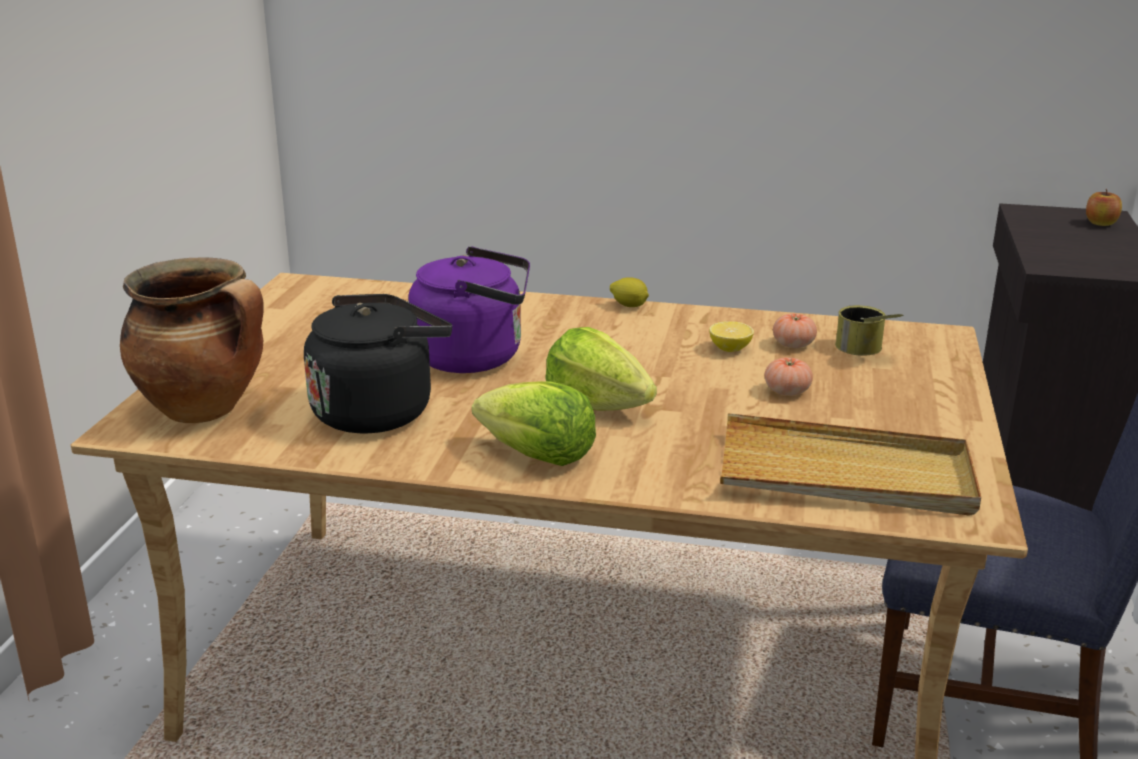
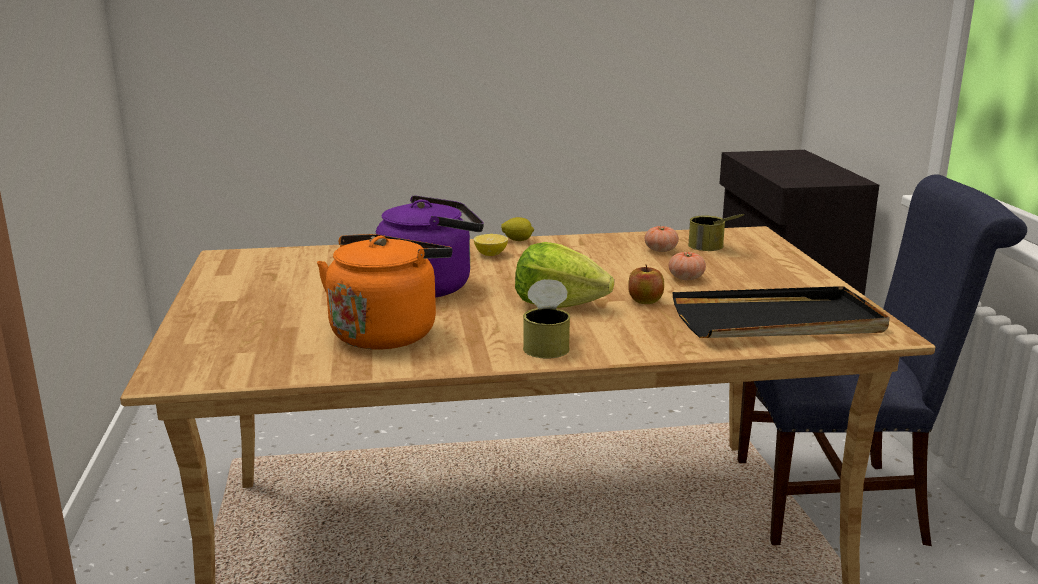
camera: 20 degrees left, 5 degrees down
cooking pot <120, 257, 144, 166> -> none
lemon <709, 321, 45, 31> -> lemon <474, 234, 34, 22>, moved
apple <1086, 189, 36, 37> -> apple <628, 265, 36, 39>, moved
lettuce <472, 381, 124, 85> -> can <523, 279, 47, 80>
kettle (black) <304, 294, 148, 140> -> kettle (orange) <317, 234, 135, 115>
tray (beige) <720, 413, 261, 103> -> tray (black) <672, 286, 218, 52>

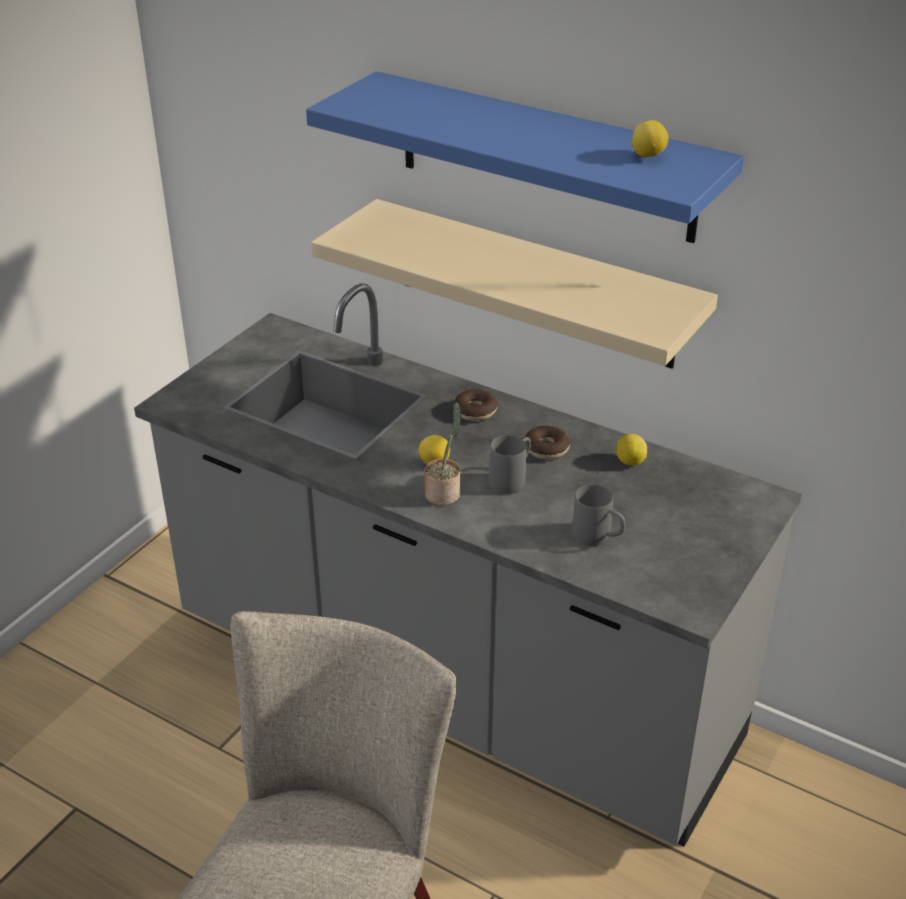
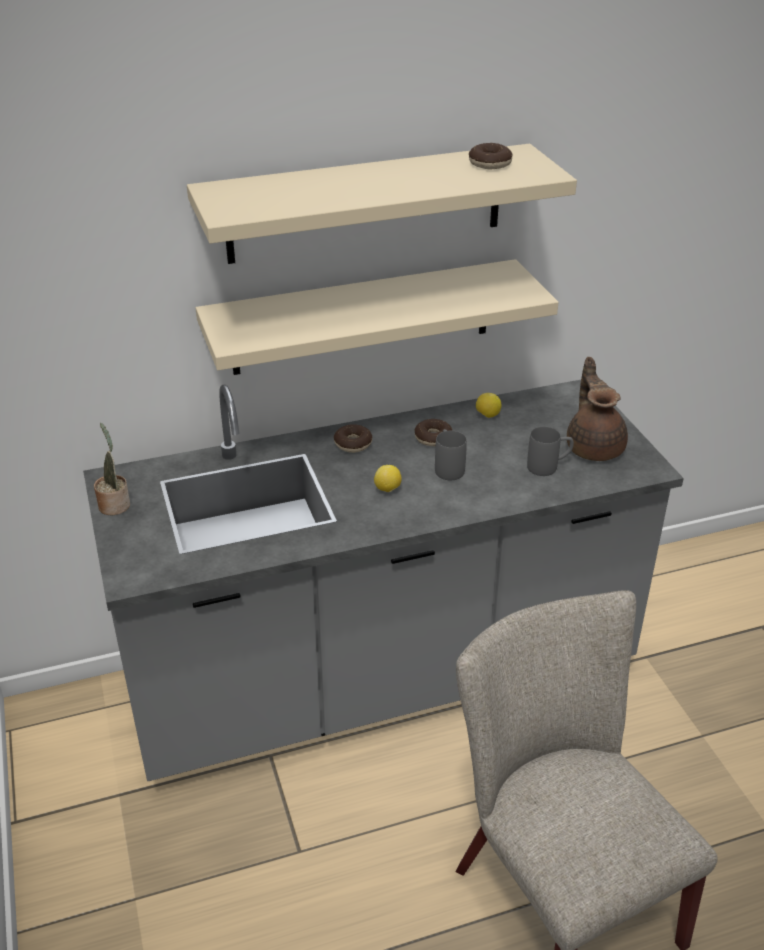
camera: 50 degrees left, 0 degrees up
none -> teapot (brown) <567, 357, 61, 104>
potted plant <424, 402, 37, 104> -> potted plant <94, 423, 36, 92>, moved
lemon <632, 120, 37, 37> -> donut <469, 143, 43, 26>
shelf (blue) <306, 71, 438, 172> -> shelf (beige) <187, 144, 390, 120>

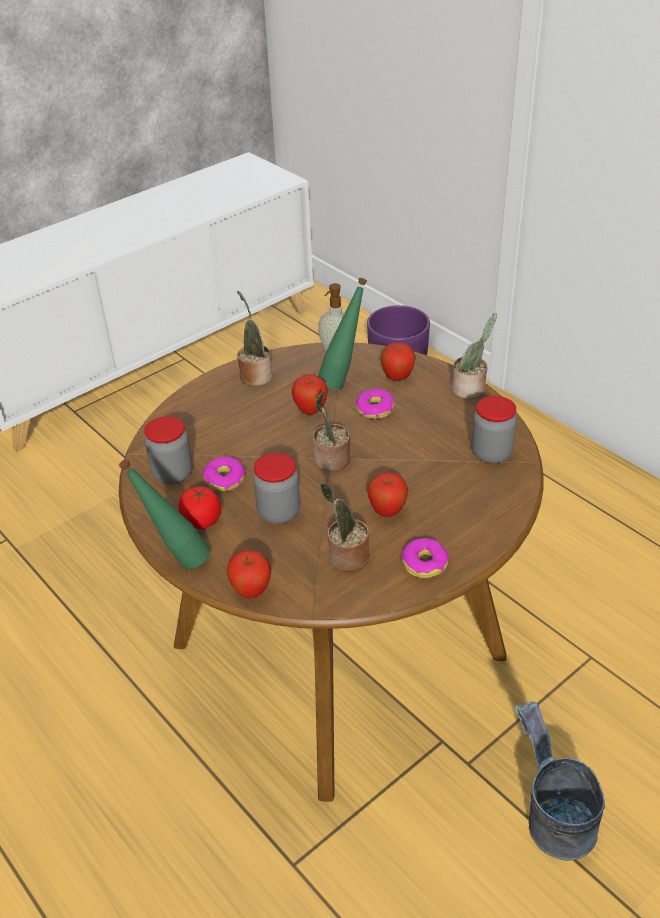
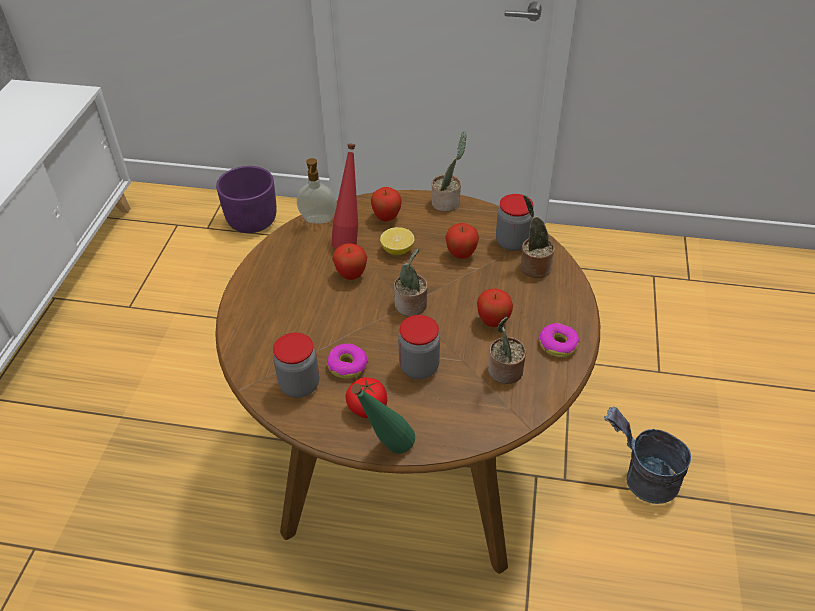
camera: 40 degrees left, 5 degrees up
apple <226, 550, 45, 49> -> apple <445, 223, 34, 36>, moved
potted plant <237, 291, 35, 95> -> potted plant <521, 195, 33, 83>, moved
donut <356, 389, 38, 30> -> lemon <380, 227, 34, 28>
bottle (green) <318, 278, 49, 112> -> bottle (red) <332, 144, 26, 105>

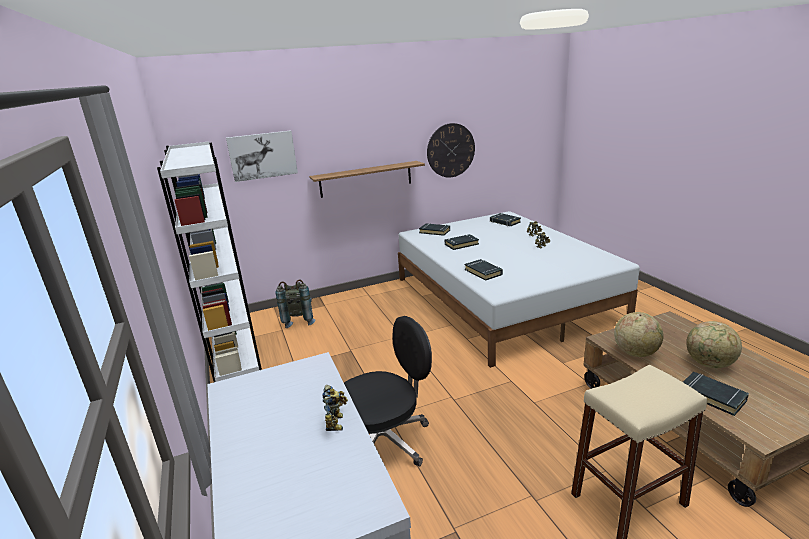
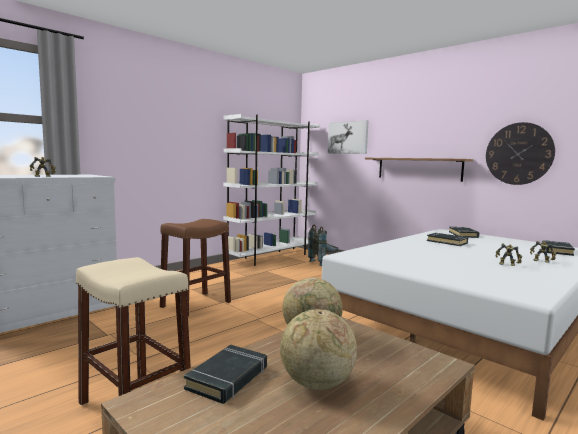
camera: 65 degrees right, 15 degrees down
book (black) <465, 259, 38, 22> -> none
office chair (black) <344, 316, 88, 151> -> stool (brown) <160, 219, 71, 98>

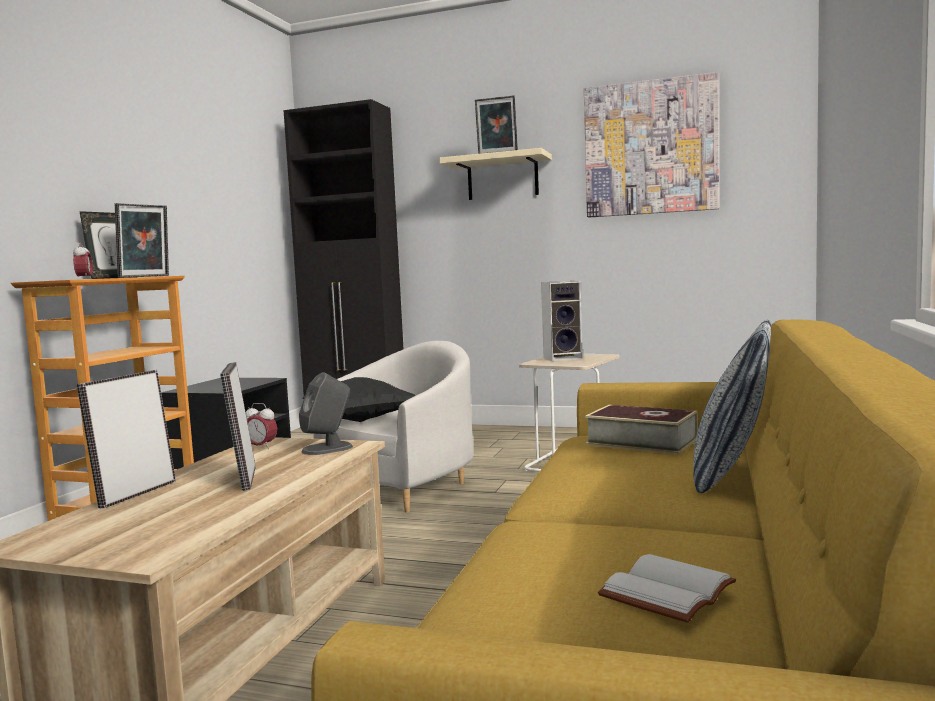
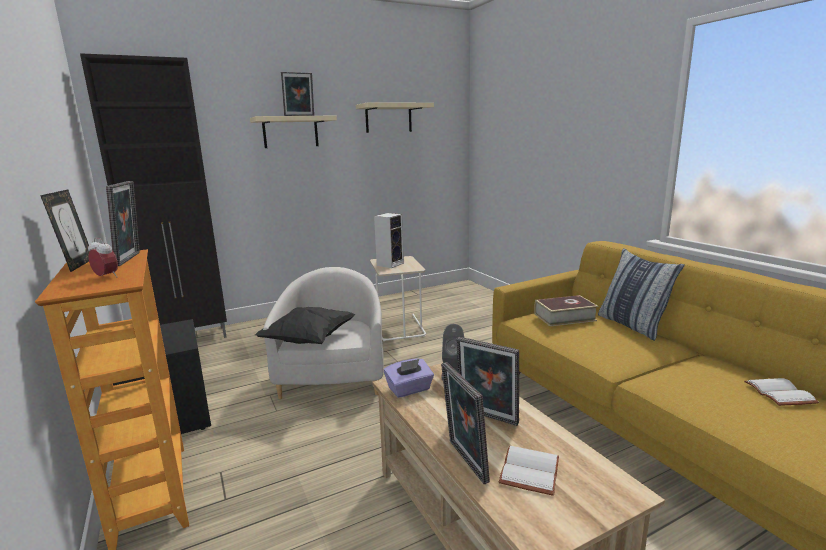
camera: 45 degrees left, 10 degrees up
none -> book (white) <499, 446, 60, 50>
alarm clock <246, 403, 31, 46> -> tissue box (purple) <384, 359, 50, 39>
picture <584, 72, 135, 146> -> shelf (beige) <356, 102, 78, 31>

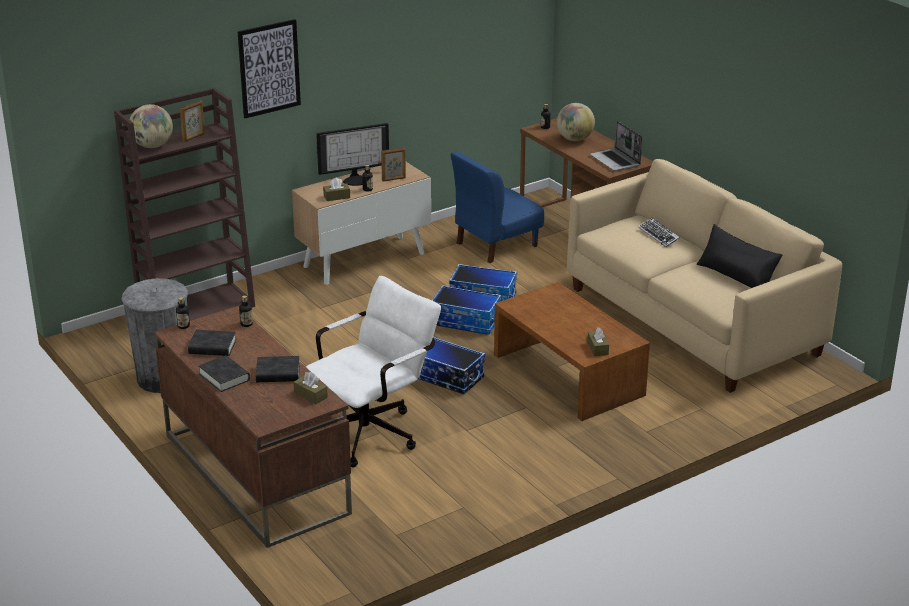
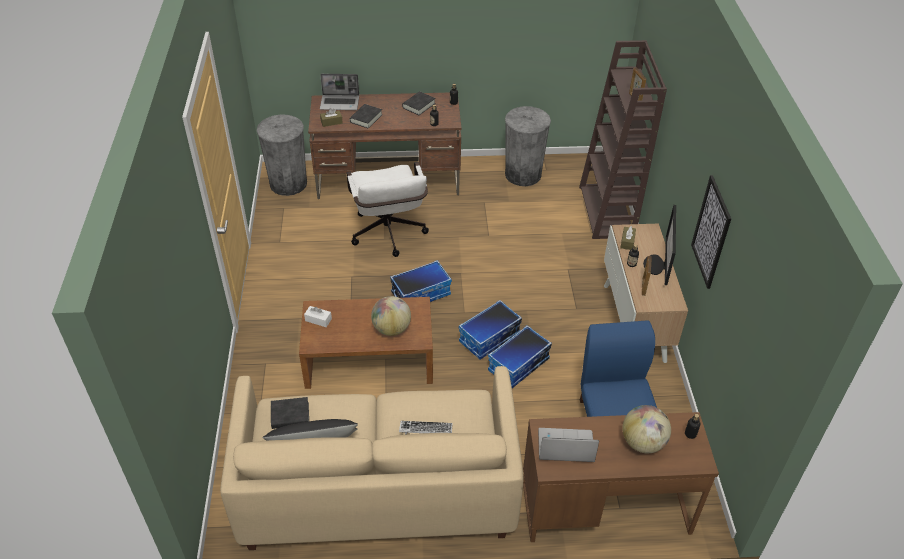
camera: 120 degrees right, 15 degrees up
none -> trash can (grey) <257, 114, 50, 82>
none -> laptop <320, 74, 39, 36>
globe <129, 104, 44, 44> -> globe <371, 296, 40, 40>, moved
book (black) <198, 355, 52, 37> -> book (black) <271, 397, 38, 32>, moved
picture <238, 19, 63, 99> -> picture <691, 175, 40, 114>, moved
tissue box (brown) <587, 327, 22, 29> -> tissue box (white) <304, 306, 28, 21>

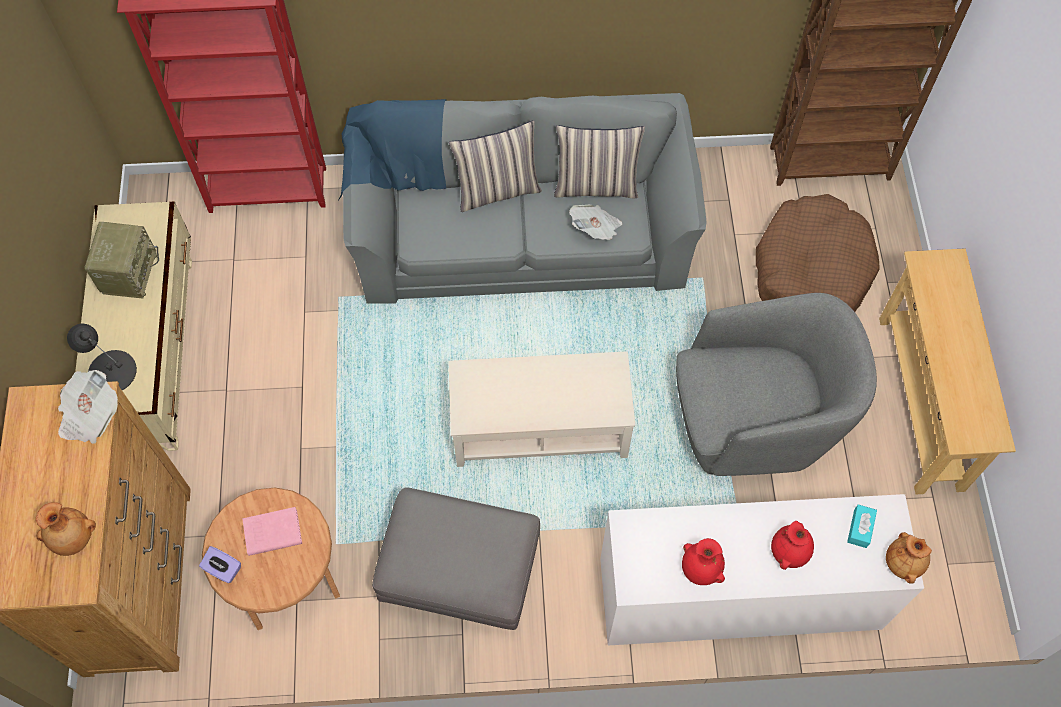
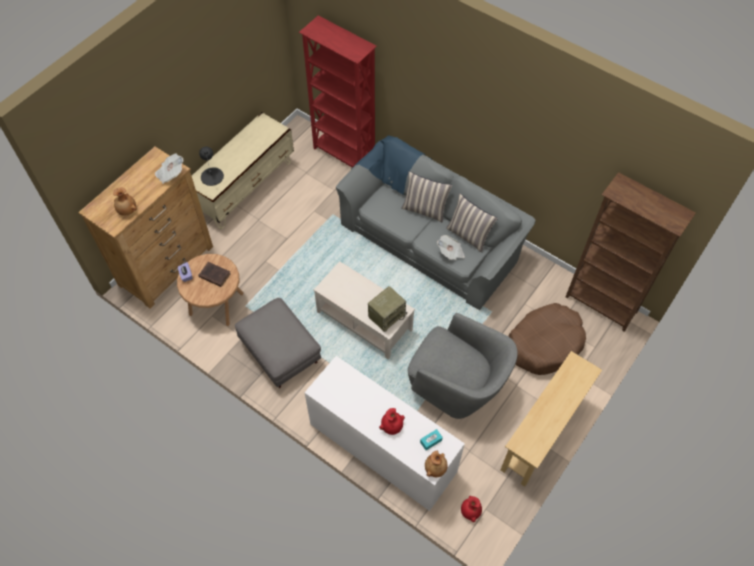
camera: 40 degrees right, 5 degrees down
radio <84, 222, 75, 77> -> radio <368, 286, 39, 46>, moved
vase (red) <682, 538, 43, 47> -> vase (red) <461, 496, 21, 26>, moved
book (pink) <242, 507, 60, 49> -> book (brown) <198, 262, 33, 25>

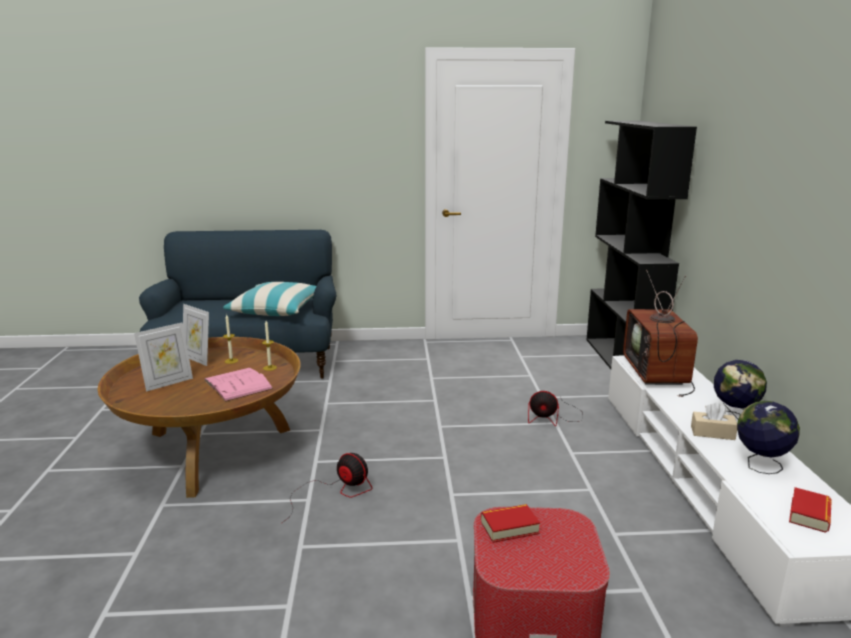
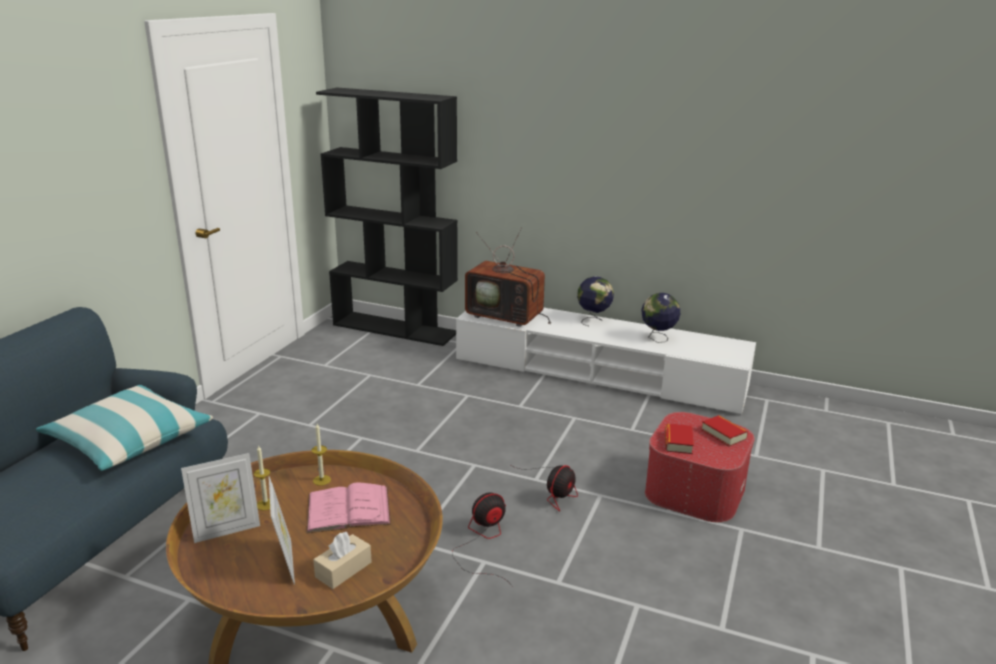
camera: 65 degrees left, 5 degrees up
fan <528, 391, 55, 35> -> fan <510, 465, 68, 47>, moved
tissue box (beige) <691, 402, 46, 38> -> tissue box (beige) <313, 532, 59, 57>, moved
book <789, 487, 43, 45> -> book <701, 415, 47, 32>, moved

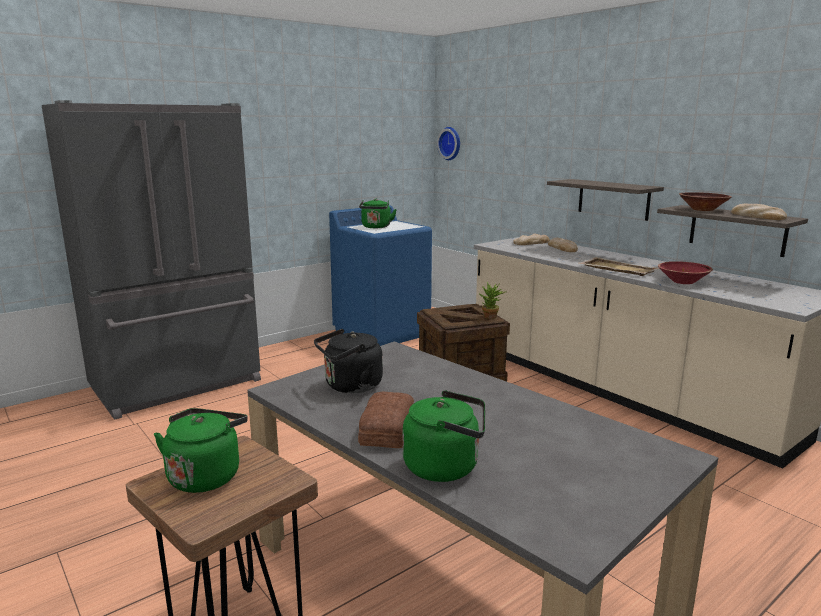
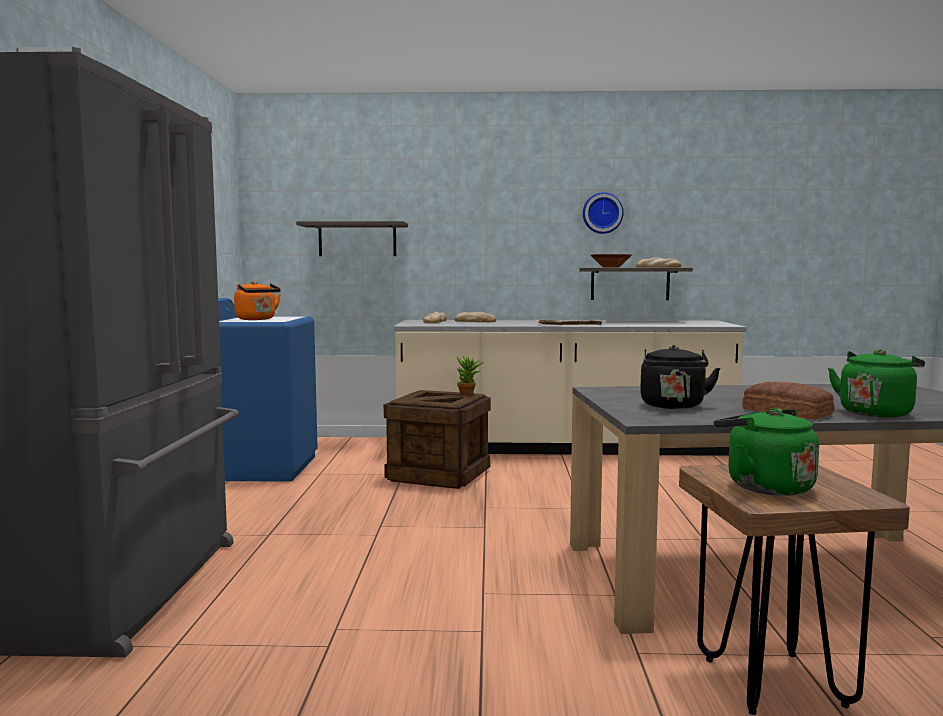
camera: 50 degrees left, 10 degrees down
bowl (red) <658, 261, 55, 23> -> none
wall clock <437, 127, 23, 33> -> wall clock <583, 192, 41, 42>, moved
shelf <547, 179, 117, 42> -> shelf <296, 221, 112, 35>, moved
kettle (green) <359, 199, 38, 29> -> kettle (orange) <234, 281, 47, 39>

